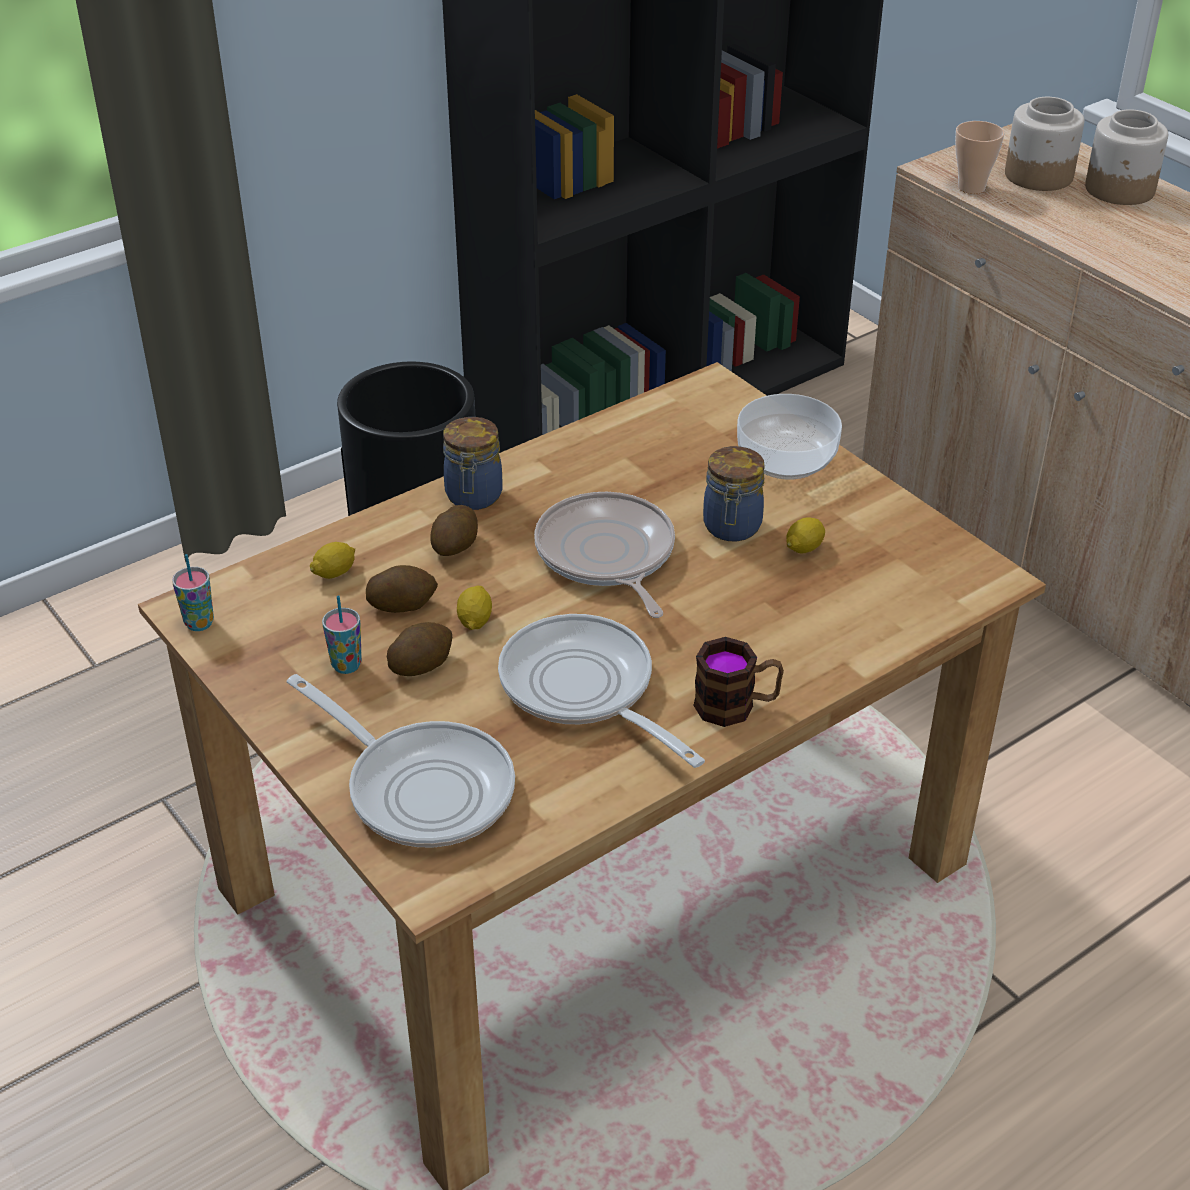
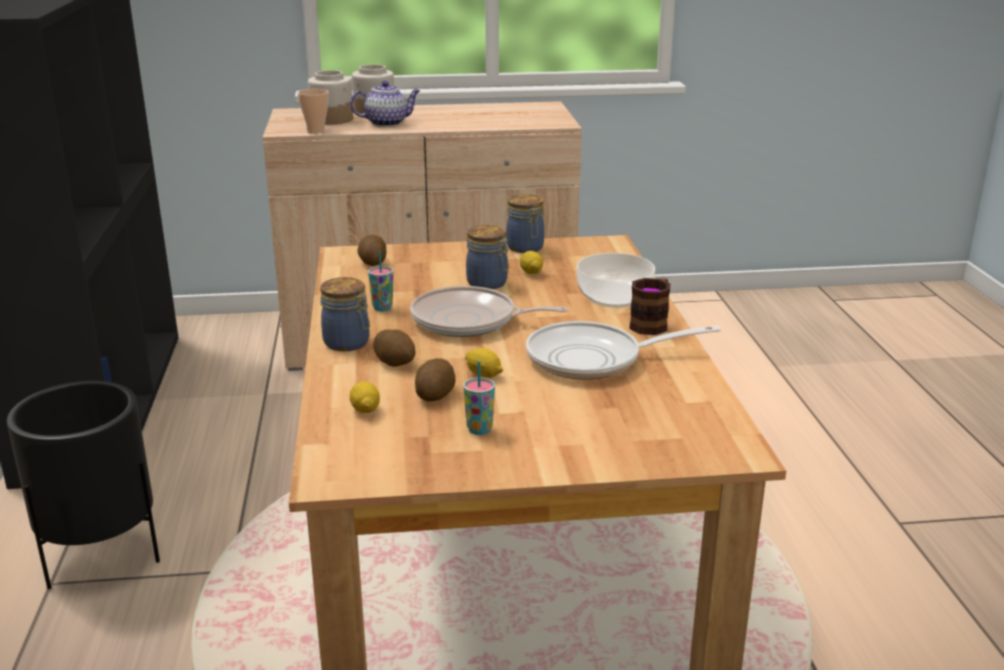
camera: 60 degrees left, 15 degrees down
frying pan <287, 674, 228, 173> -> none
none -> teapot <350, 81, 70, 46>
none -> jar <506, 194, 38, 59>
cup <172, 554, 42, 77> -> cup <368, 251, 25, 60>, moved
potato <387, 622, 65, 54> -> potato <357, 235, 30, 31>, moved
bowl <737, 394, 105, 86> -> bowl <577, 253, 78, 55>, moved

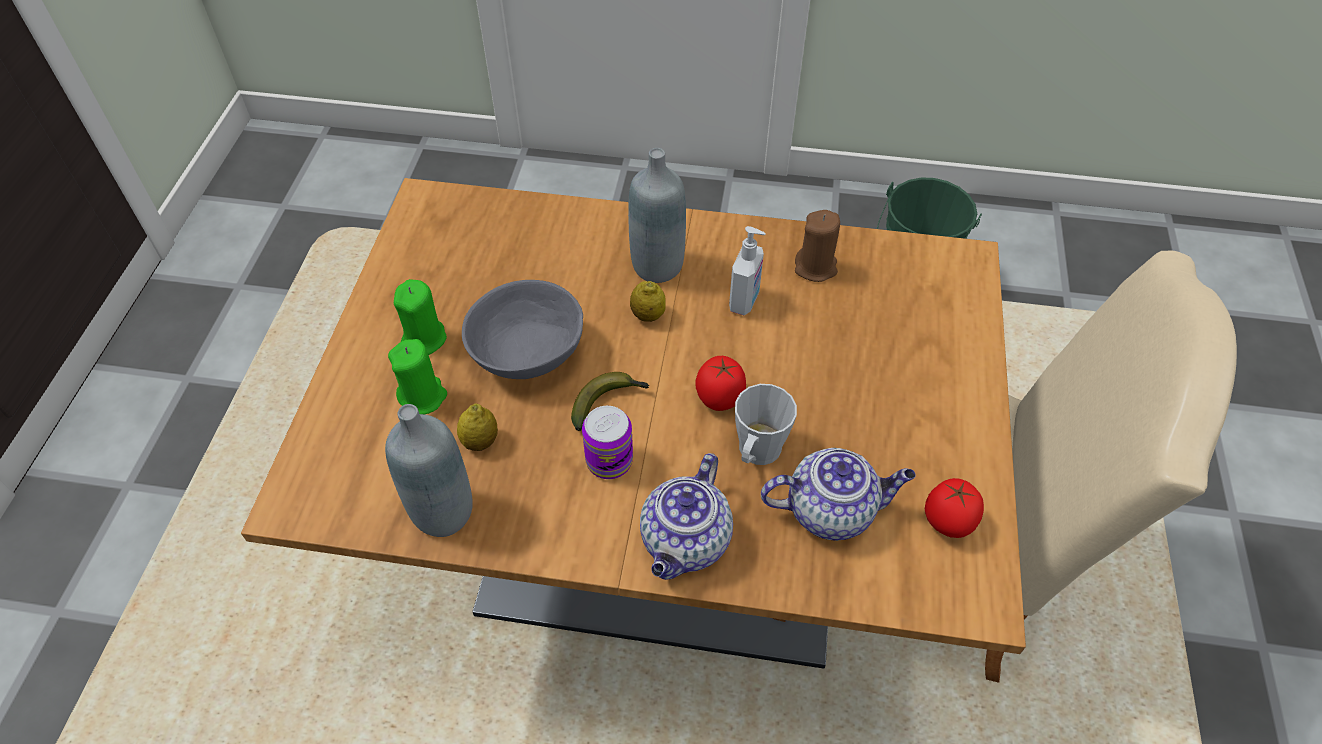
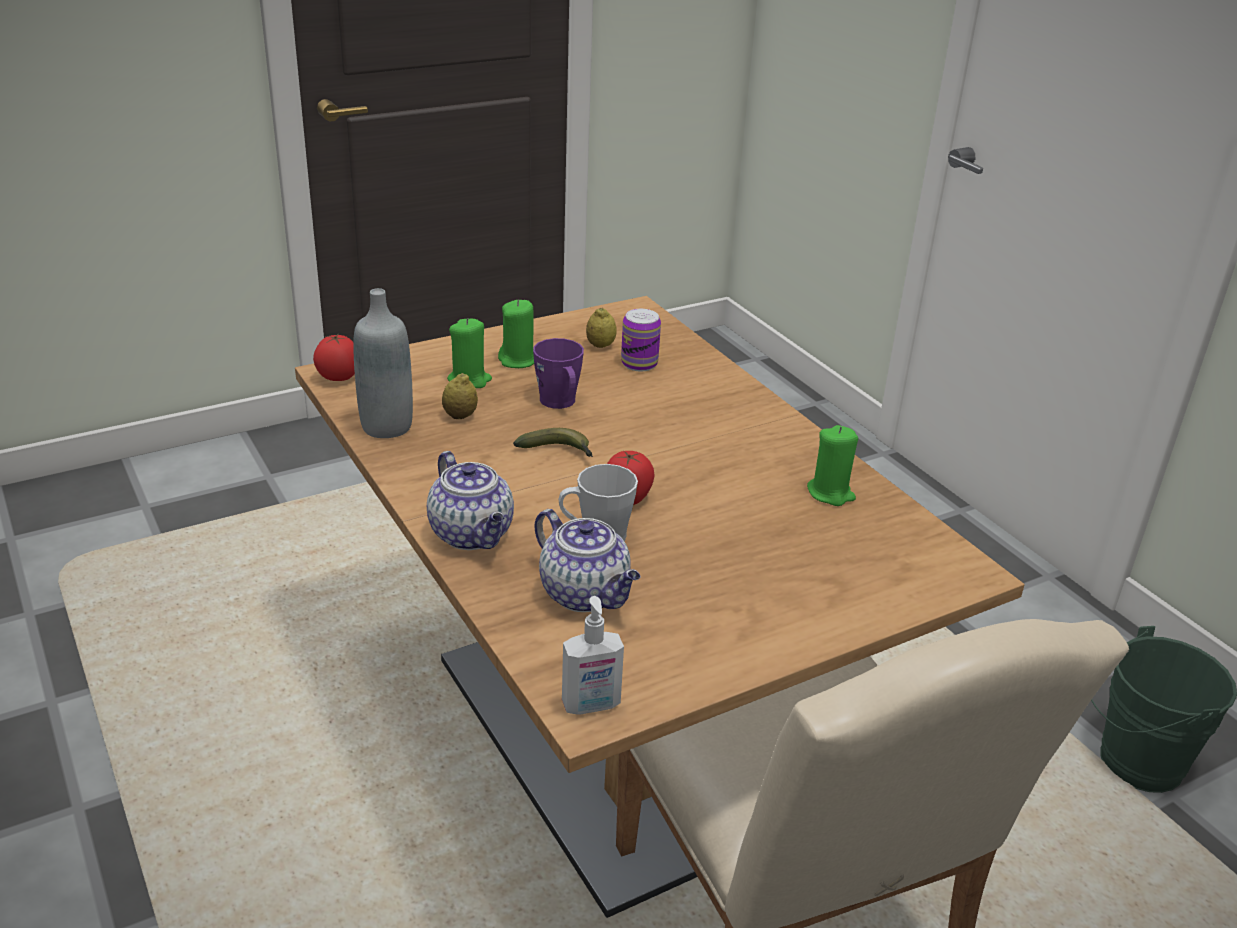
camera: 50 degrees right, 20 degrees down
bottle (grey) <628, 148, 58, 135> -> none
can <582, 406, 51, 73> -> can <621, 309, 40, 62>, moved
lemon <630, 281, 36, 41> -> lemon <586, 308, 31, 40>, moved
soap dispenser <729, 226, 37, 89> -> soap dispenser <562, 596, 62, 119>, moved
tomato <925, 478, 59, 60> -> tomato <313, 333, 42, 48>, moved
bowl (grey) <462, 280, 121, 99> -> mug (purple) <533, 338, 51, 71>
candle (brown) <795, 210, 45, 72> -> candle (green) <807, 425, 51, 81>
teapot <640, 453, 93, 127> -> teapot <427, 451, 87, 99>, 105 degrees counterclockwise

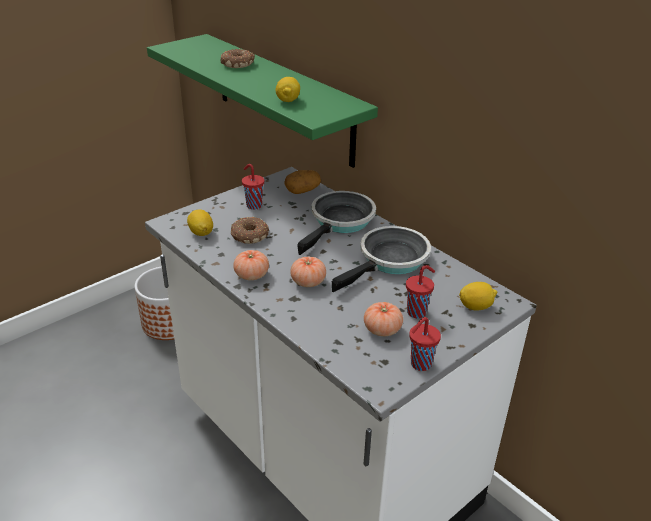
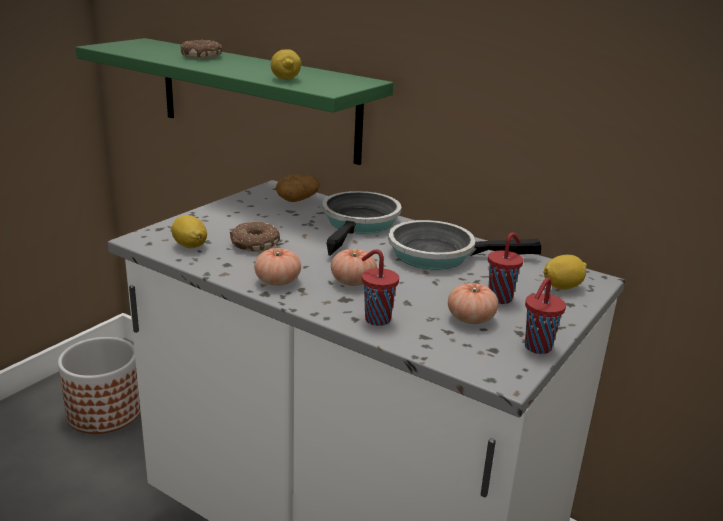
camera: 15 degrees left, 10 degrees down
cup (red) <242, 164, 22, 46> -> cup (red) <361, 249, 38, 77>, moved
frying pan <332, 226, 99, 66> -> frying pan <388, 220, 153, 49>, 120 degrees counterclockwise

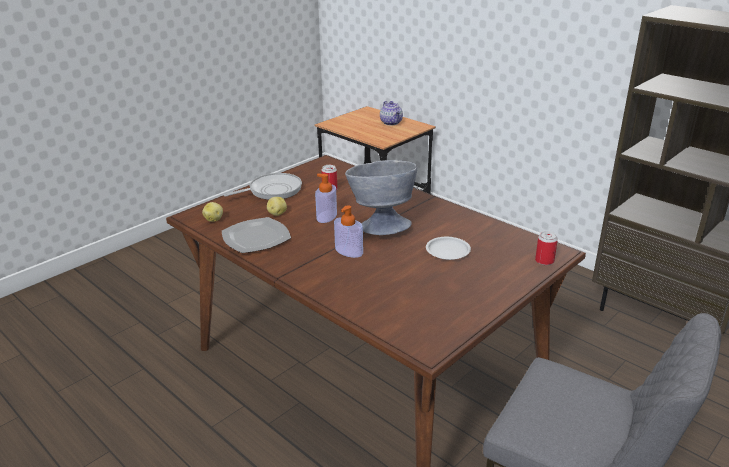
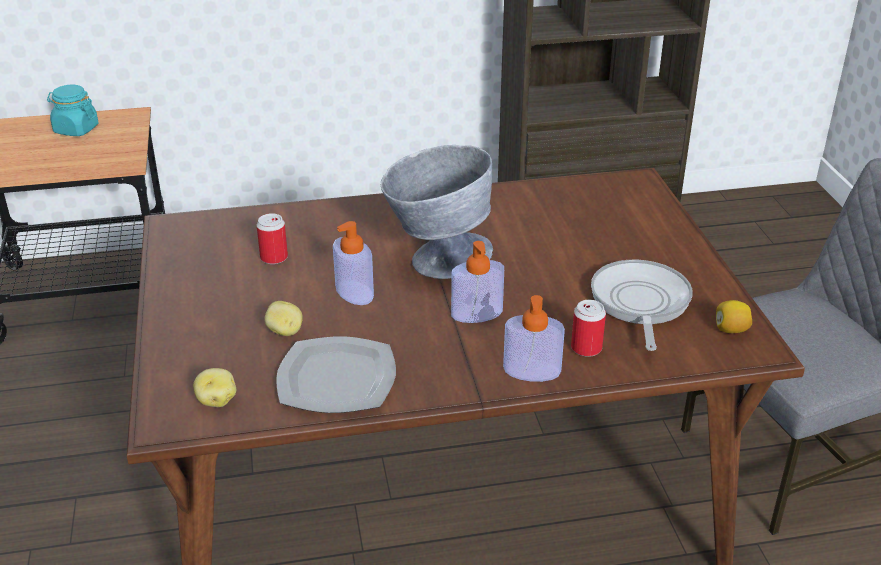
camera: 55 degrees left, 5 degrees up
plate (white) <426, 237, 45, 23> -> none
none -> soap dispenser <503, 295, 62, 87>
none -> lemon <716, 300, 36, 33>
frying pan <224, 173, 78, 27> -> frying pan <591, 260, 102, 91>, moved
can <535, 231, 23, 34> -> can <571, 300, 35, 57>, moved
teapot <380, 101, 23, 24> -> jar (turquoise) <47, 85, 52, 51>

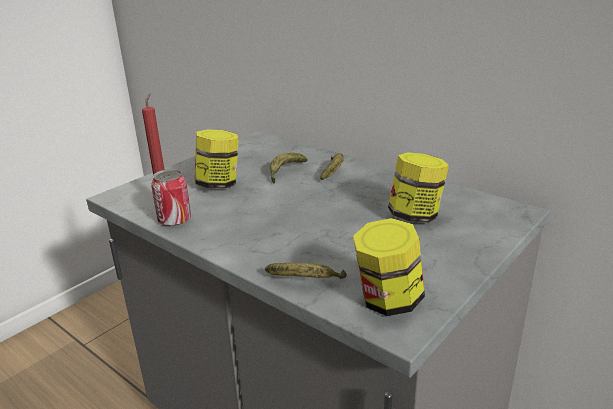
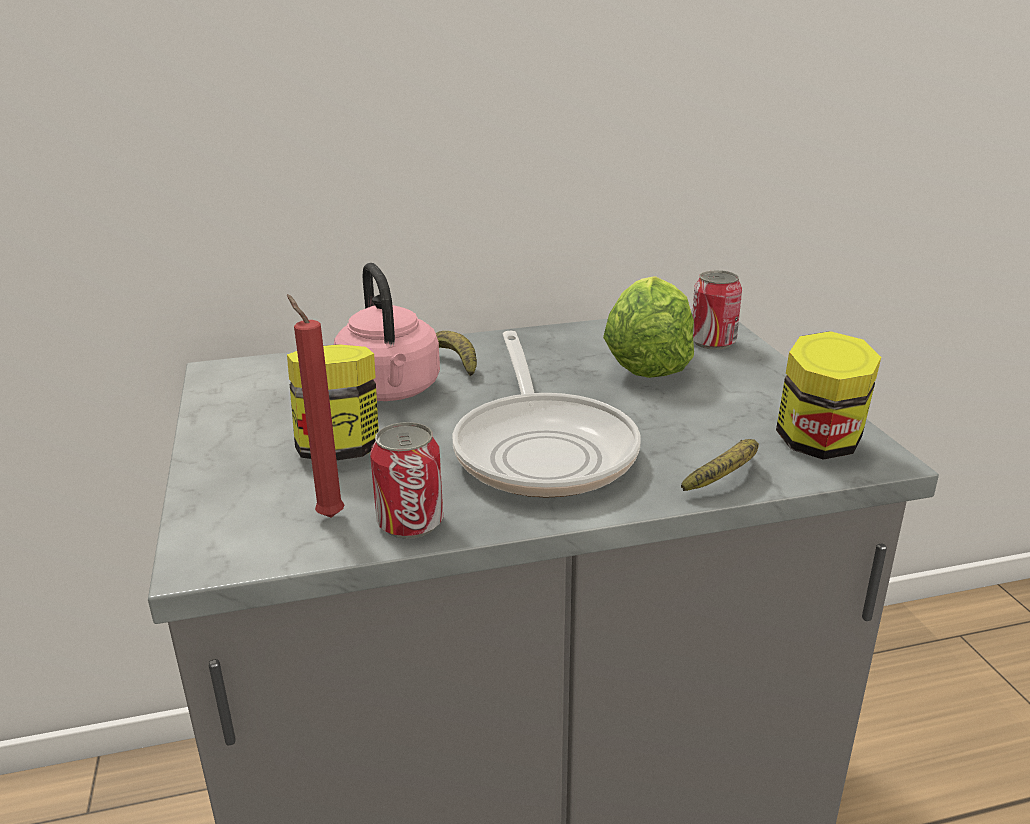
camera: 55 degrees left, 0 degrees up
none -> frying pan <453, 331, 187, 167>
none -> can <692, 270, 50, 80>
banana <270, 153, 38, 30> -> kettle (pink) <334, 263, 106, 138>
jar <388, 152, 61, 71> -> lettuce <603, 276, 91, 102>

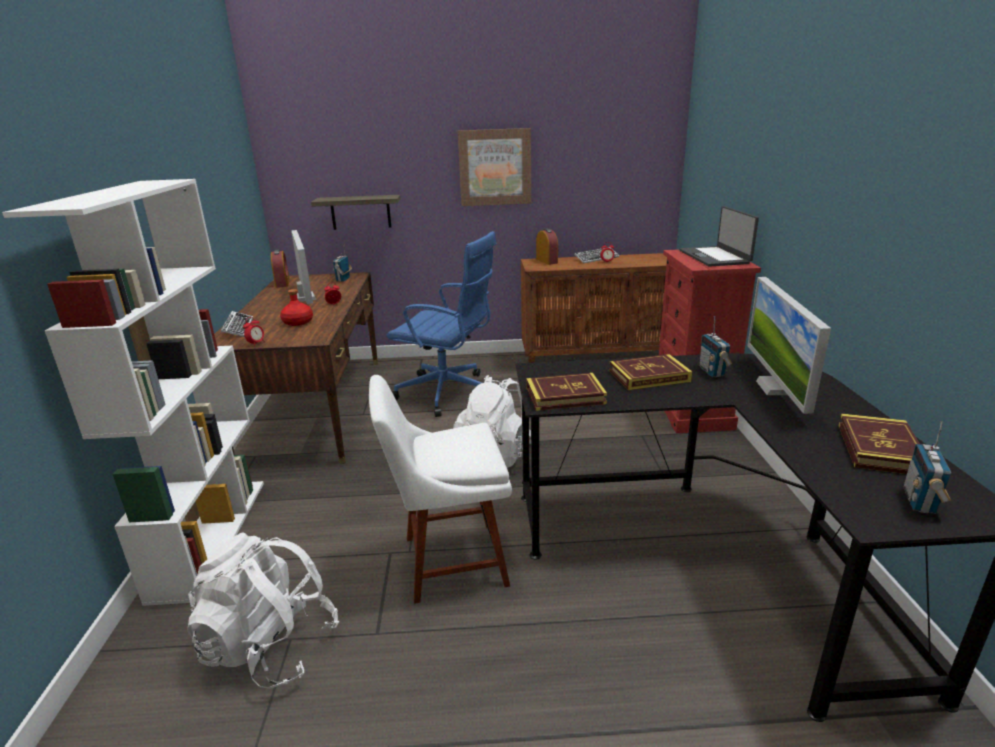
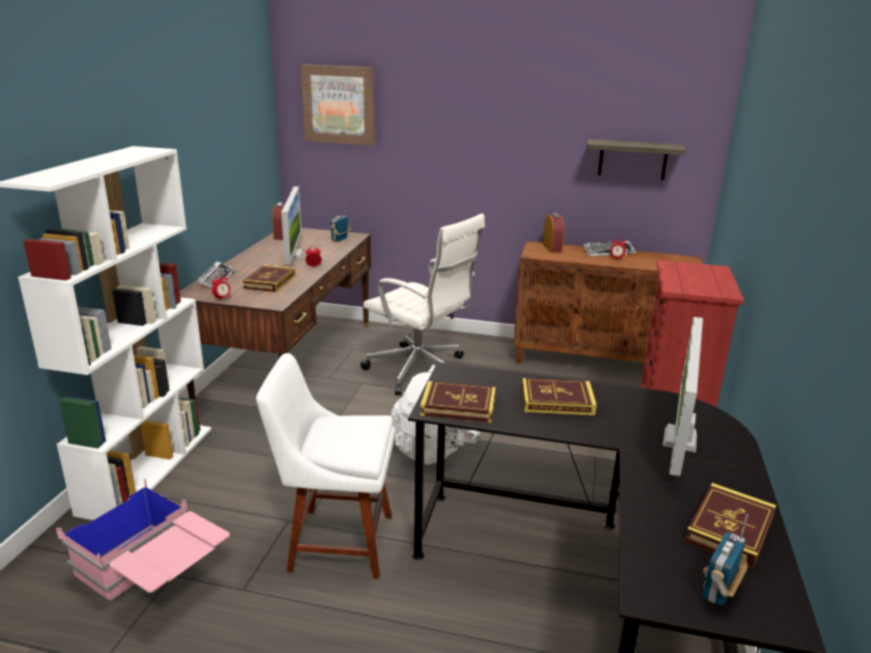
camera: 15 degrees right, 0 degrees up
laptop <680, 206, 79, 61> -> none
radio <700, 316, 32, 61> -> none
shelf <311, 195, 90, 35> -> shelf <587, 139, 99, 41>, moved
picture <458, 128, 73, 78> -> picture <301, 64, 74, 82>, moved
backpack (white) <187, 533, 152, 156> -> storage box (pink) <56, 478, 174, 124>
bottle (red) <280, 289, 33, 37> -> book <243, 265, 53, 27>
office chair (blue) <387, 231, 109, 186> -> office chair (white) <360, 214, 125, 181>

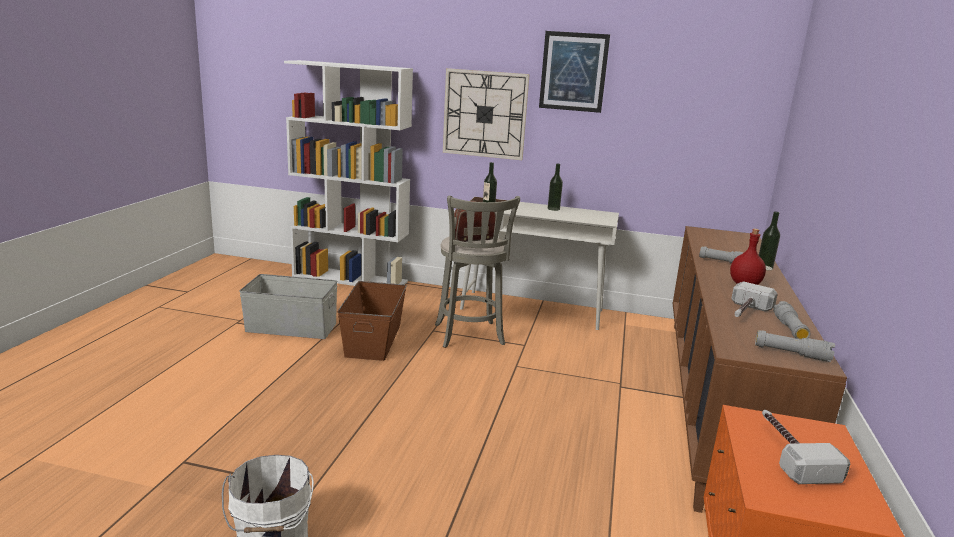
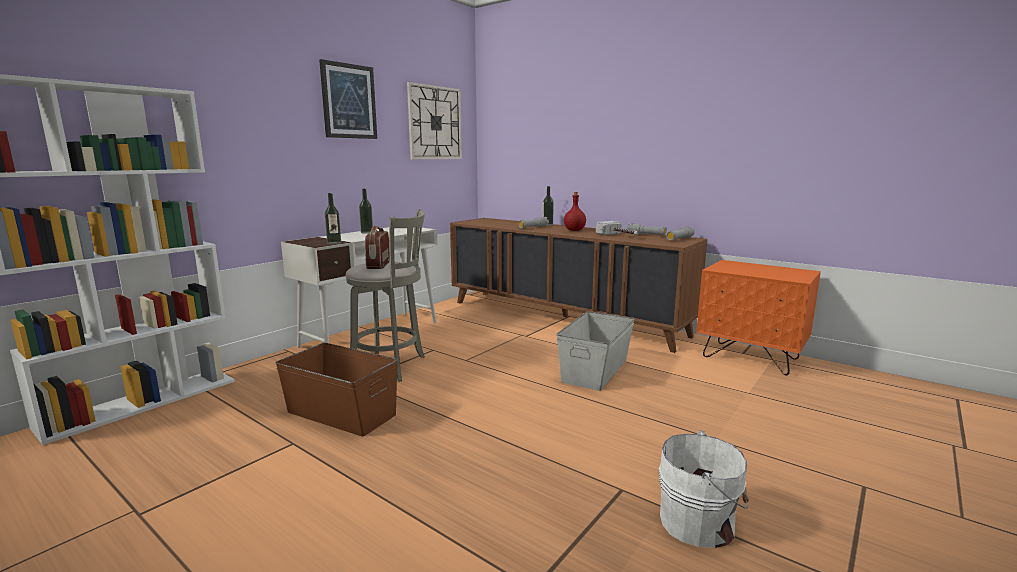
camera: 65 degrees left, 5 degrees down
hammer <762, 410, 88, 74> -> none
storage box (grey) <240, 274, 98, 65> -> storage box (grey) <556, 311, 79, 80>, moved
wall clock <443, 68, 87, 92> -> wall clock <407, 82, 55, 77>, moved

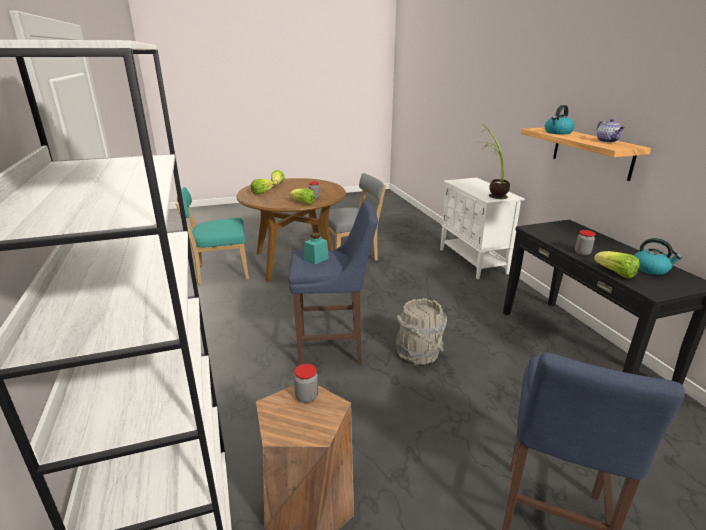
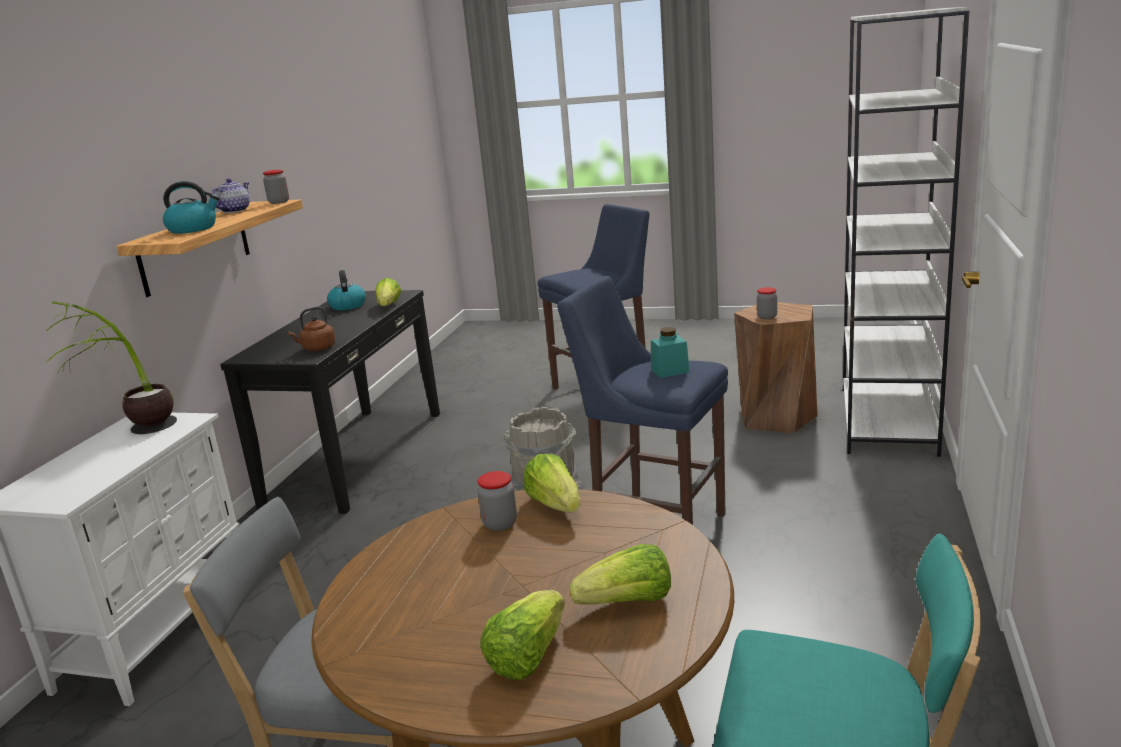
camera: 145 degrees left, 5 degrees down
none -> kettle (brown) <288, 307, 48, 44>
jar <575, 230, 20, 25> -> jar <263, 170, 26, 34>, moved

